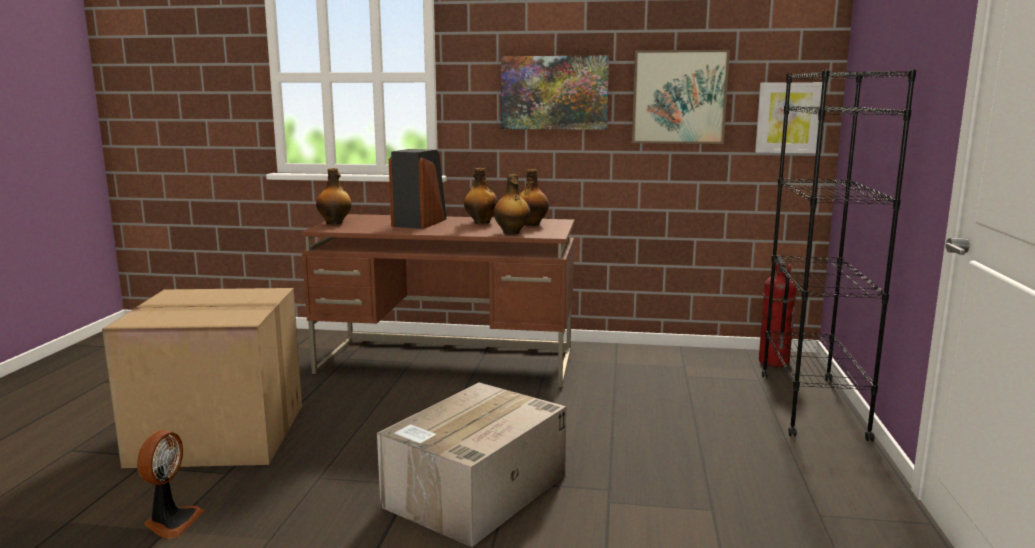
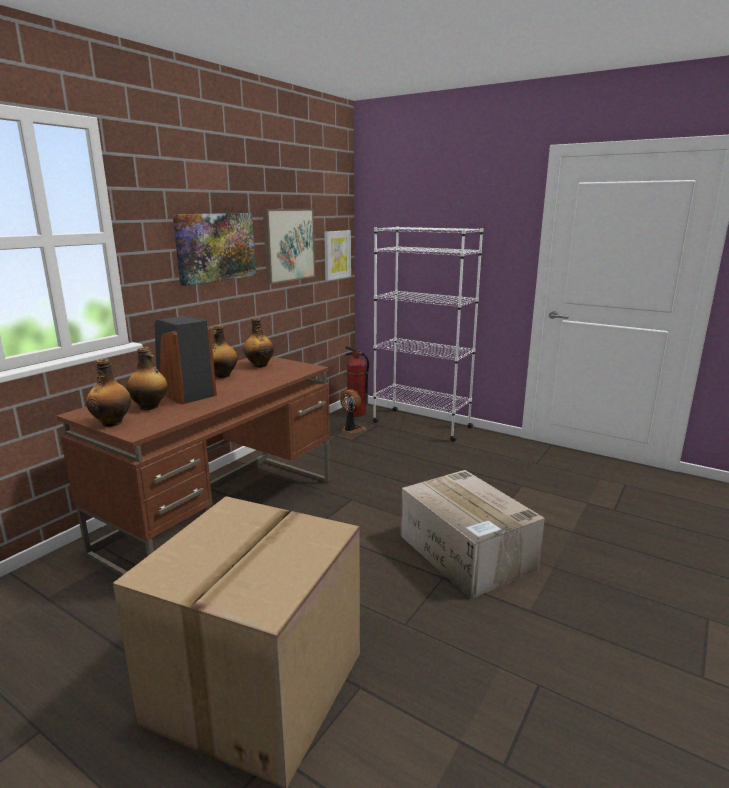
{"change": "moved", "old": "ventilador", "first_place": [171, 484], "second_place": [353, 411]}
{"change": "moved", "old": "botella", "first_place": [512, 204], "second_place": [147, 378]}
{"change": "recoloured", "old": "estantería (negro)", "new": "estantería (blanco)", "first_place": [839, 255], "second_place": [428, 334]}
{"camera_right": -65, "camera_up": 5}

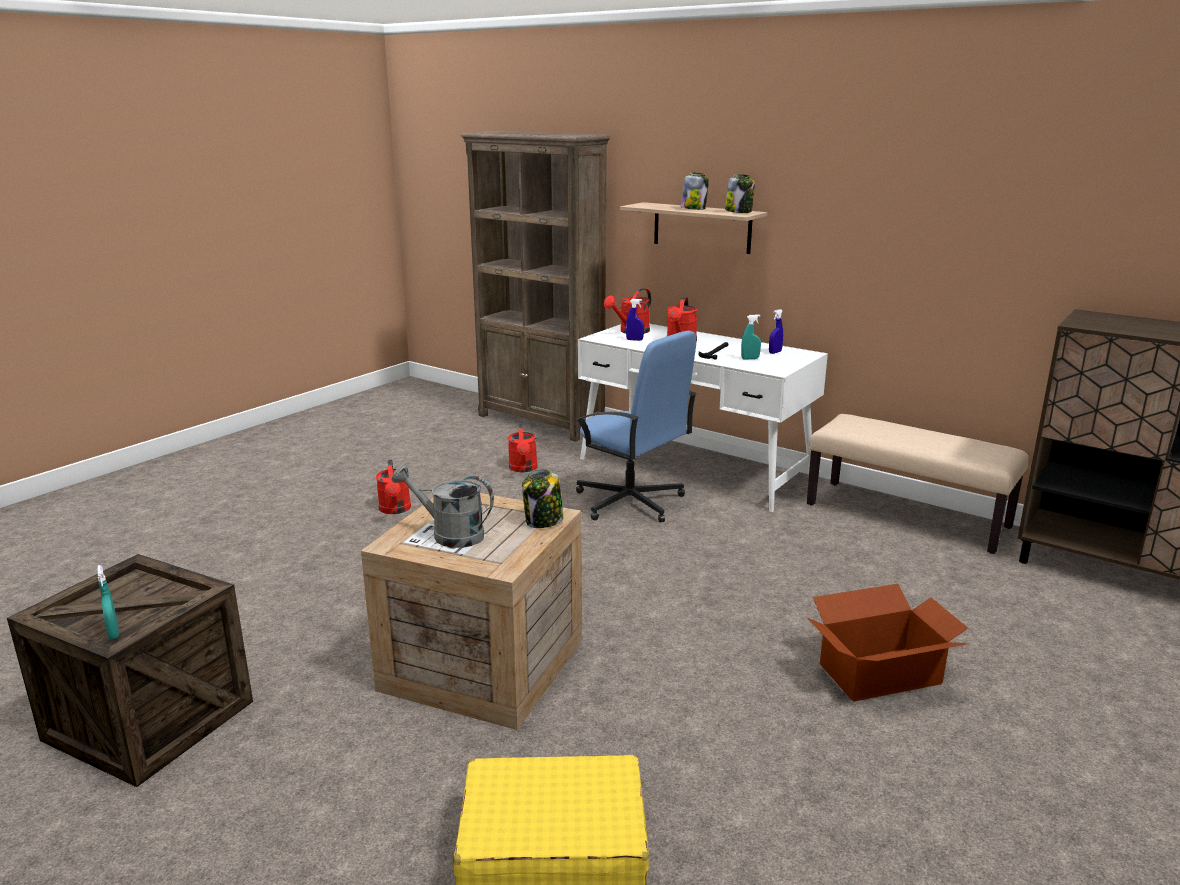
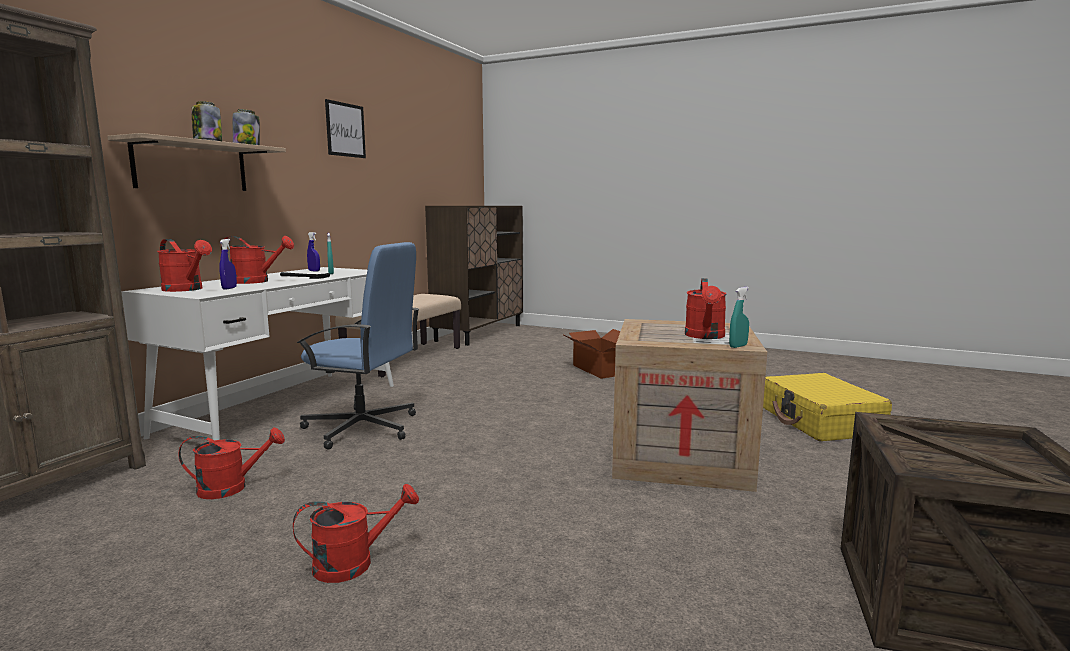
{"change": "moved", "old": "pulverizador (turquesa)", "first_place": [108, 602], "second_place": [739, 317]}
{"change": "recoloured", "old": "regadera (gris)", "new": "regadera (rojo)", "first_place": [443, 506], "second_place": [706, 308]}
{"change": "removed", "old": "tarro", "first_place": [543, 498]}
{"change": "turned", "old": "silla de oficina (azul)", "first_place": [636, 427], "second_place": [358, 346], "degrees": 75}
{"change": "added", "new": "cuadro", "second_place": [345, 128]}
{"camera_right": -100, "camera_up": -10}

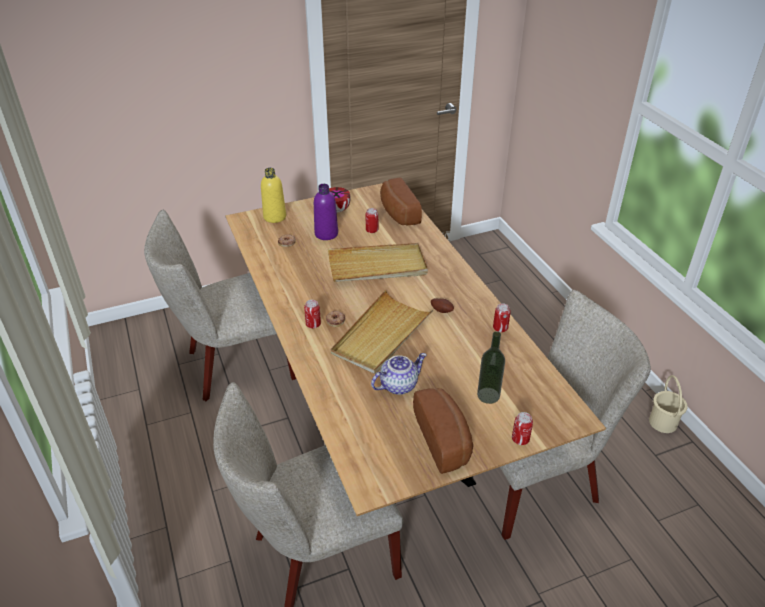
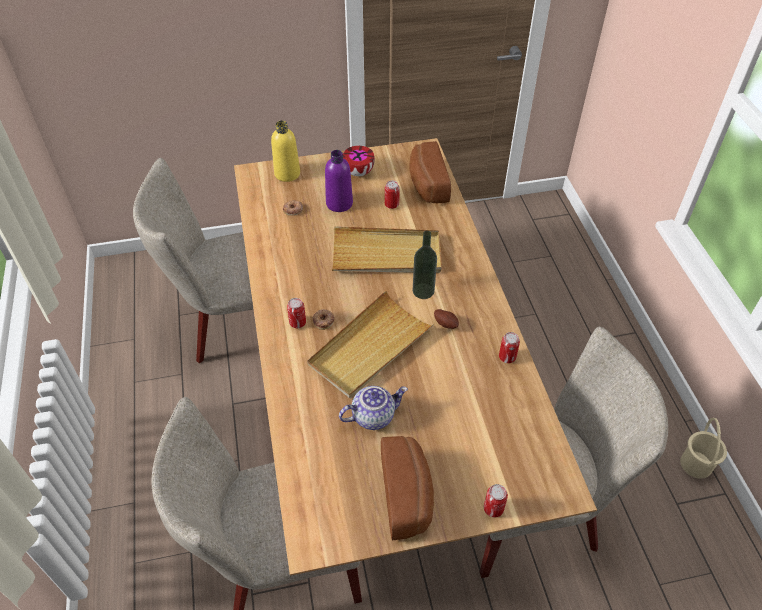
{"change": "moved", "old": "botella", "first_place": [491, 367], "second_place": [425, 265]}
{"camera_right": 10, "camera_up": 10}

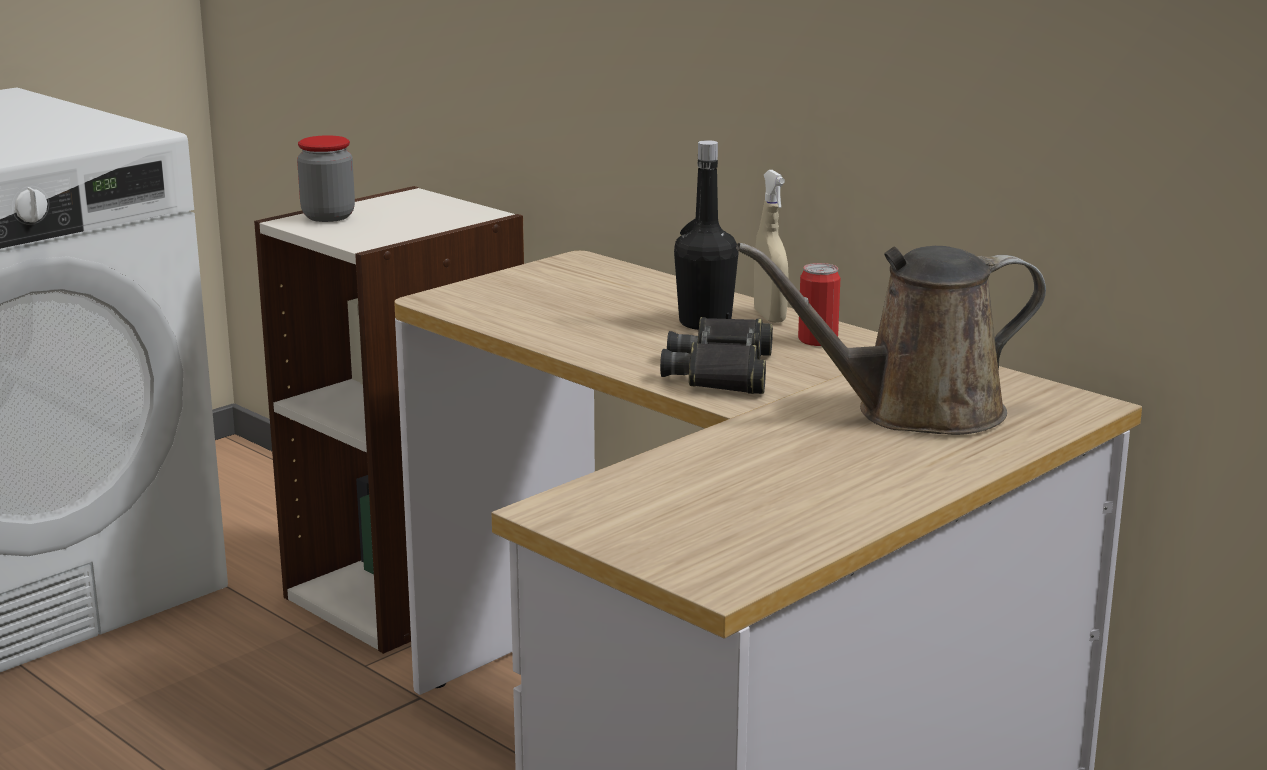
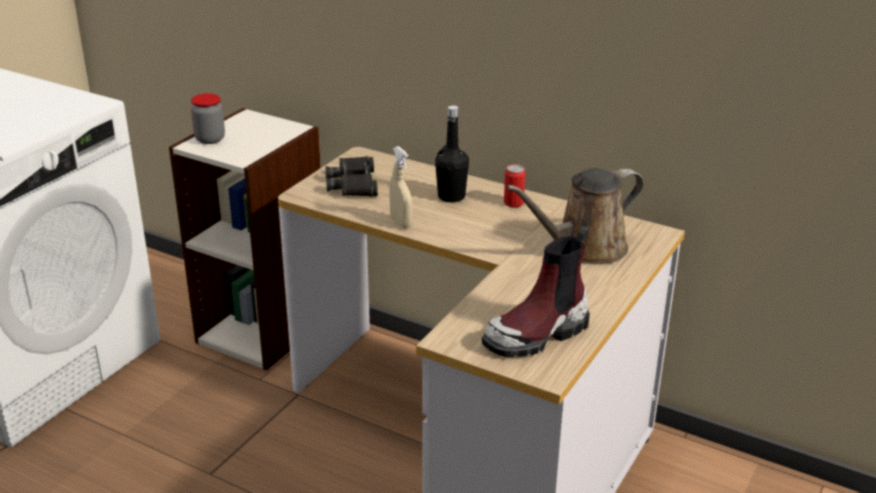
{"change": "moved", "old": "prismáticos (negro)", "first_place": [716, 355], "second_place": [351, 176]}
{"change": "moved", "old": "pulverizador (beis)", "first_place": [771, 246], "second_place": [400, 187]}
{"change": "added", "new": "bota", "second_place": [536, 291]}
{"camera_right": -15, "camera_up": 10}

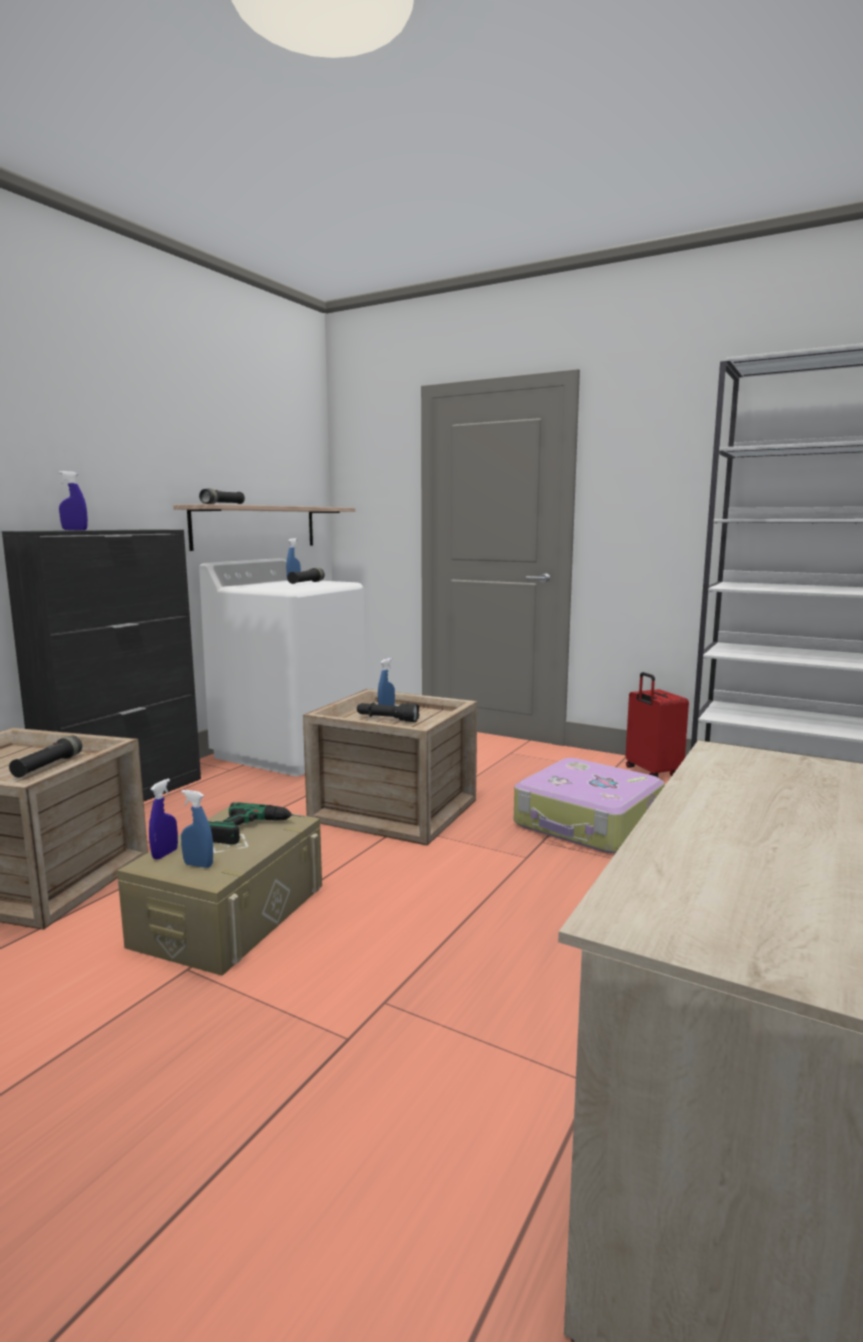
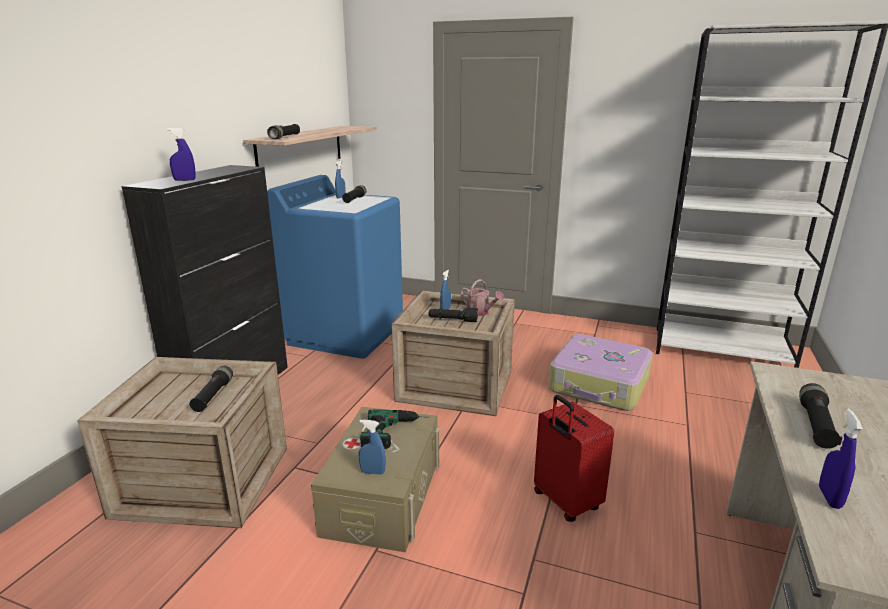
{"change": "moved", "old": "pulverizador (azul)", "first_place": [163, 819], "second_place": [841, 459]}
{"change": "recoloured", "old": "lavadora (blanco)", "new": "lavadora (azul)", "first_place": [282, 667], "second_place": [335, 267]}
{"change": "moved", "old": "maleta (rojo)", "first_place": [657, 724], "second_place": [574, 458]}
{"change": "added", "new": "regadera", "second_place": [483, 297]}
{"change": "added", "new": "linterna (negro)", "second_place": [820, 416]}
{"camera_right": -10, "camera_up": 10}

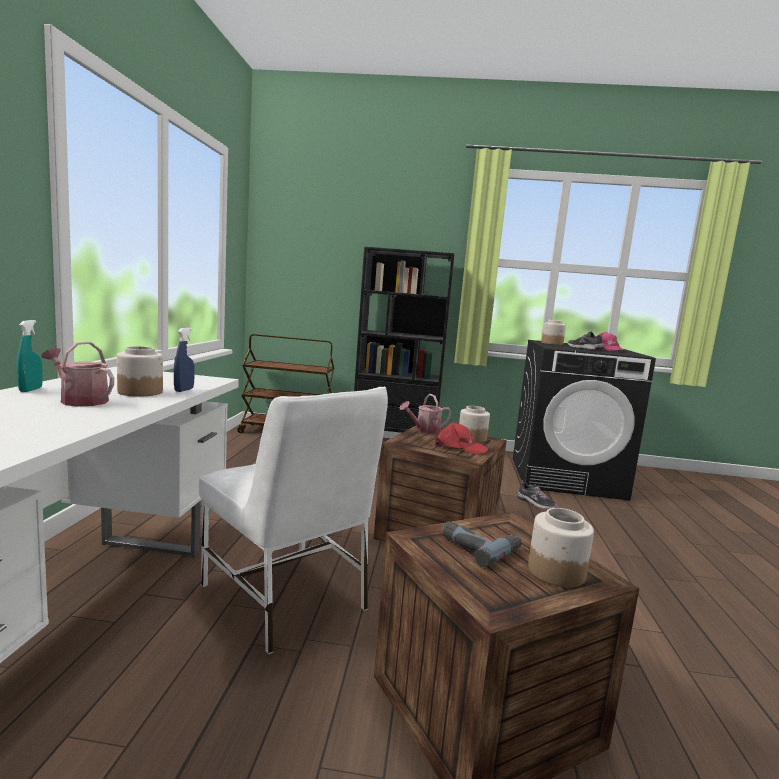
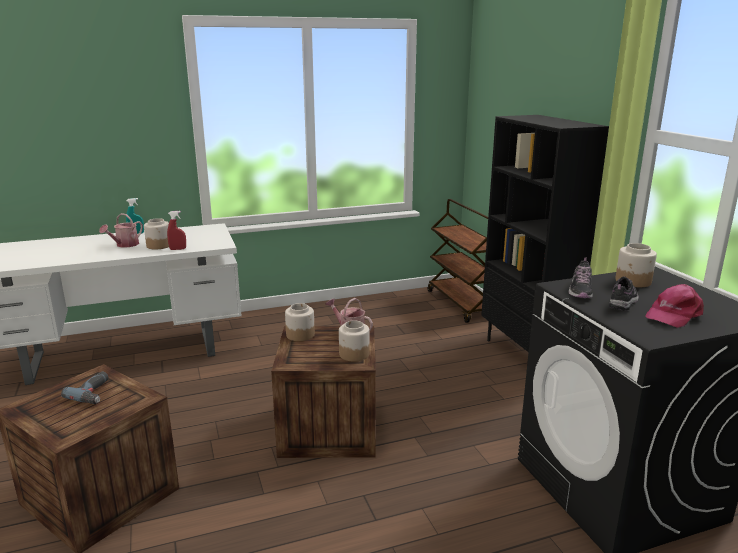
{"change": "turned", "old": "regadera", "first_place": [78, 374], "second_place": [121, 230], "degrees": -150}
{"change": "recoloured", "old": "pulverizador (azul)", "new": "pulverizador (rojo)", "first_place": [184, 359], "second_place": [176, 230]}
{"change": "removed", "old": "silla (blanco)", "first_place": [293, 520]}
{"change": "removed", "old": "gorra (rojo)", "first_place": [461, 438]}
{"change": "moved", "old": "zapato", "first_place": [537, 494], "second_place": [581, 277]}
{"change": "moved", "old": "tarro", "first_place": [561, 547], "second_place": [300, 322]}
{"camera_right": 65, "camera_up": 10}

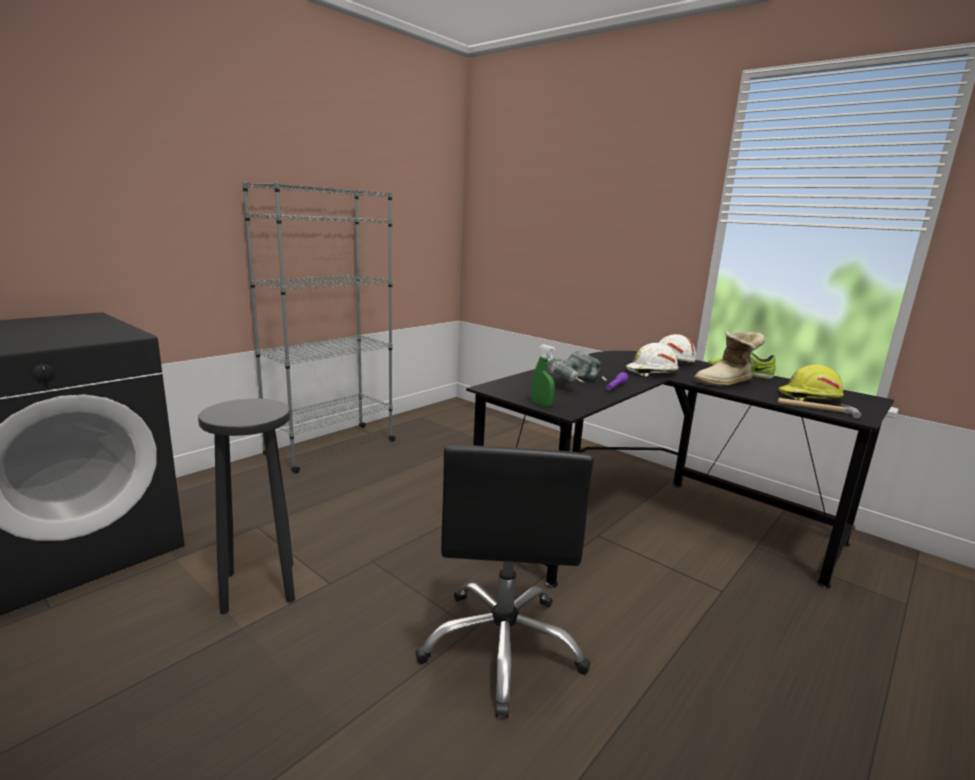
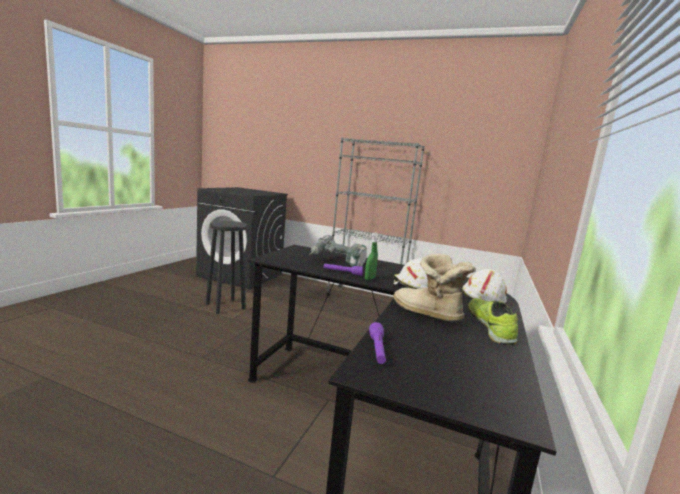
{"change": "removed", "old": "silla de oficina (negro)", "first_place": [504, 581]}
{"change": "moved", "old": "pulverizador (verde)", "first_place": [543, 375], "second_place": [372, 256]}
{"change": "removed", "old": "casco (amarillo)", "first_place": [811, 383]}
{"change": "replaced", "old": "martillo", "new": "linterna (morado)", "first_place": [819, 408], "second_place": [377, 343]}
{"camera_right": 70, "camera_up": -5}

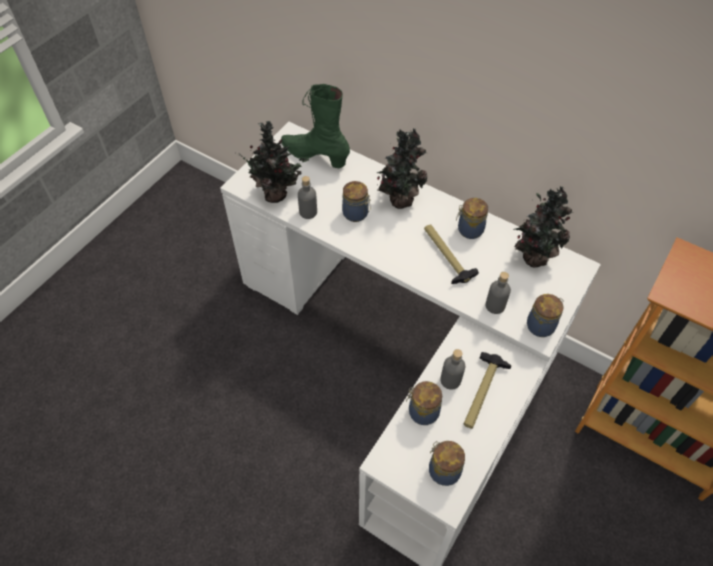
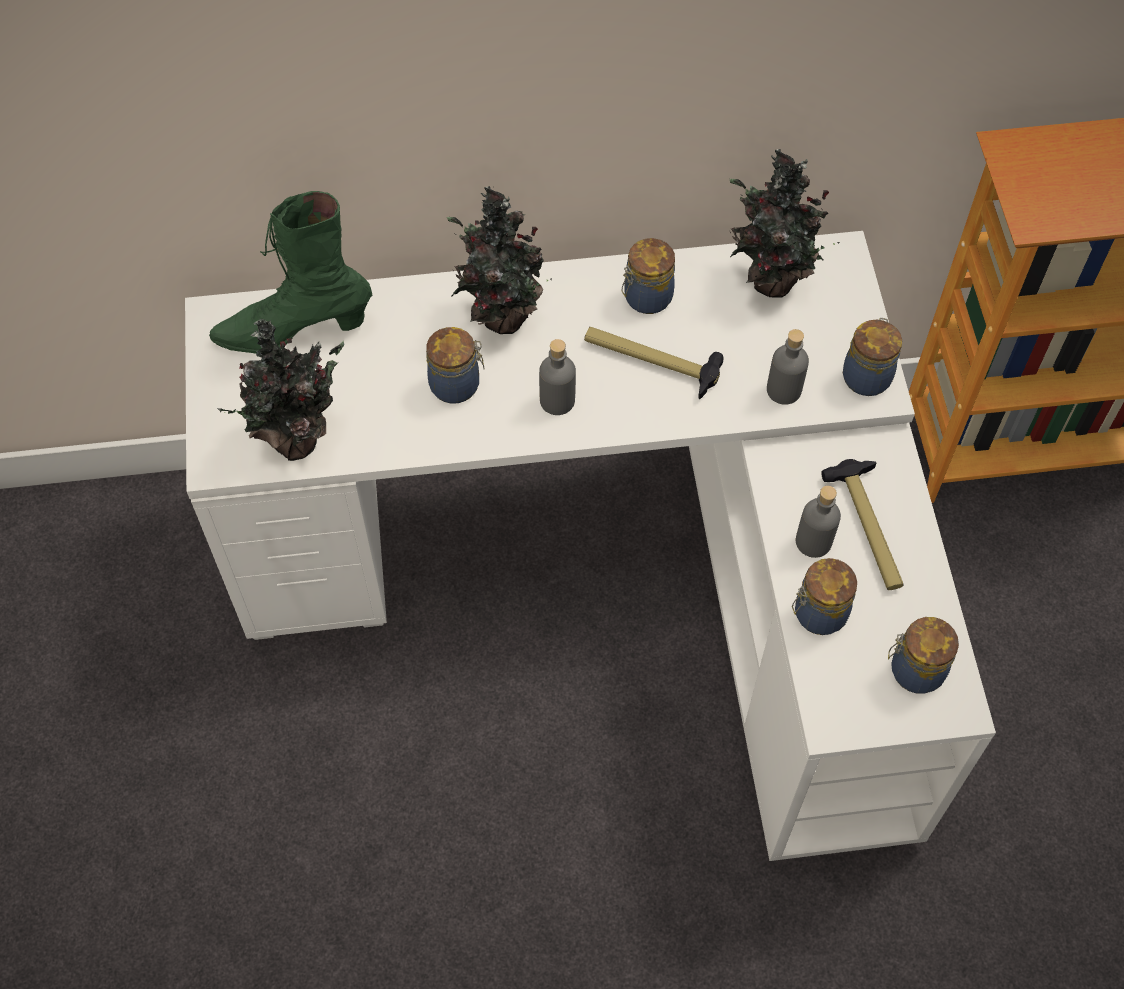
{"change": "moved", "old": "botella (gris)", "first_place": [307, 197], "second_place": [557, 377]}
{"camera_right": -40, "camera_up": 5}

